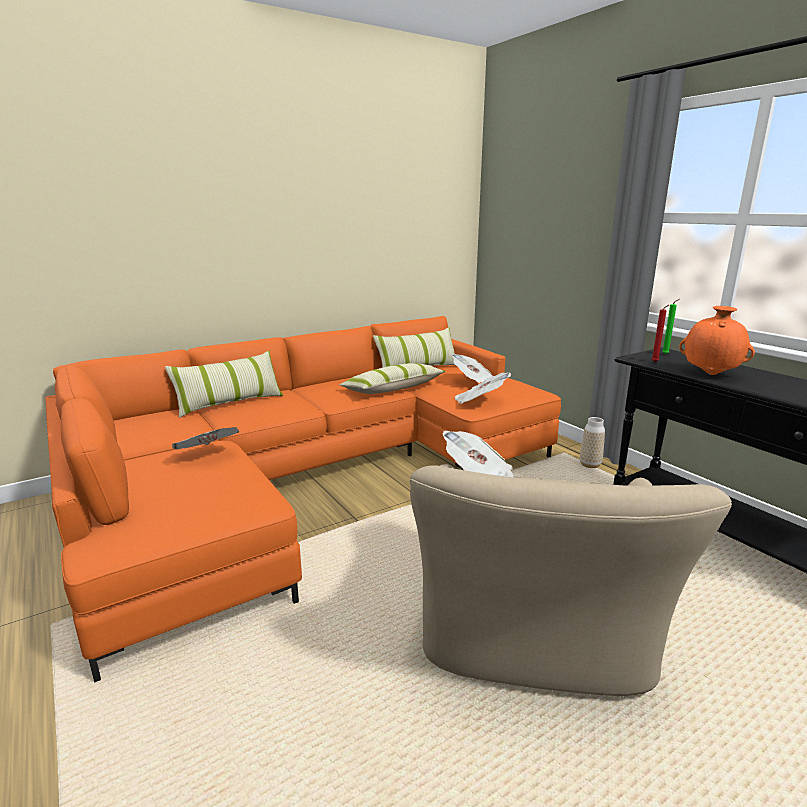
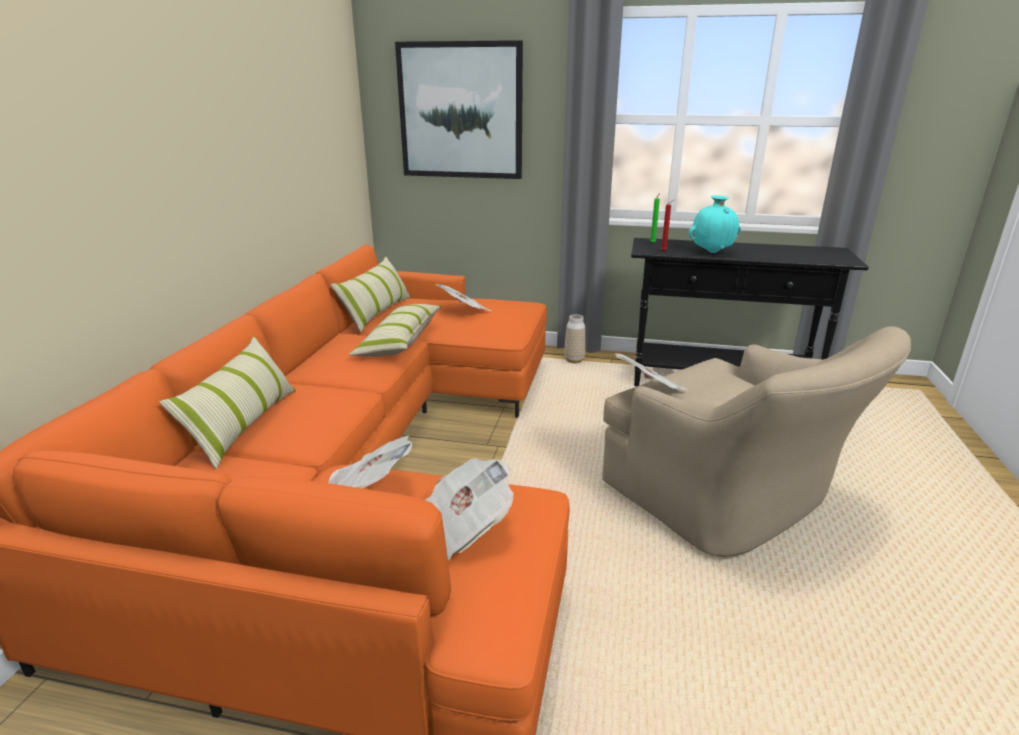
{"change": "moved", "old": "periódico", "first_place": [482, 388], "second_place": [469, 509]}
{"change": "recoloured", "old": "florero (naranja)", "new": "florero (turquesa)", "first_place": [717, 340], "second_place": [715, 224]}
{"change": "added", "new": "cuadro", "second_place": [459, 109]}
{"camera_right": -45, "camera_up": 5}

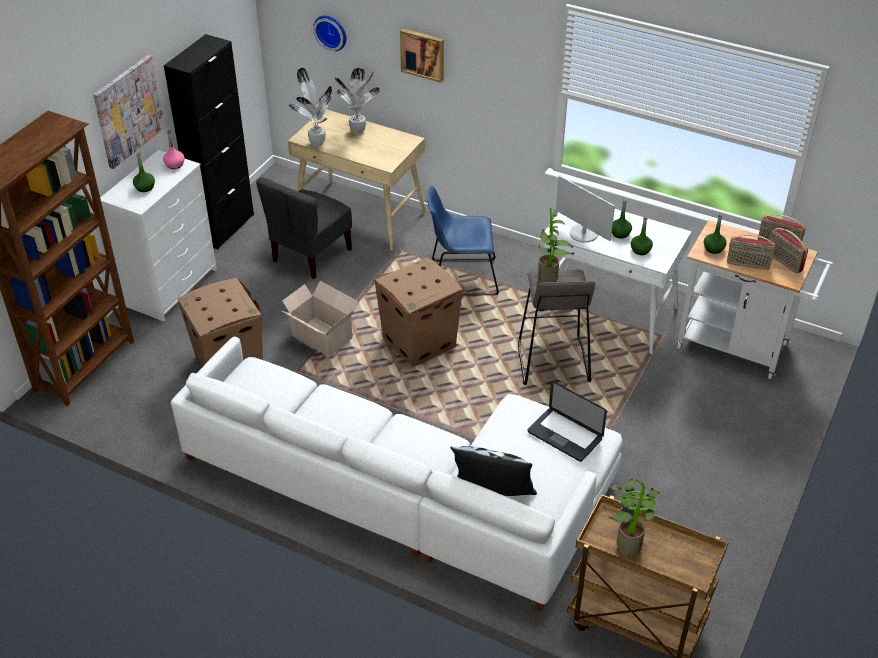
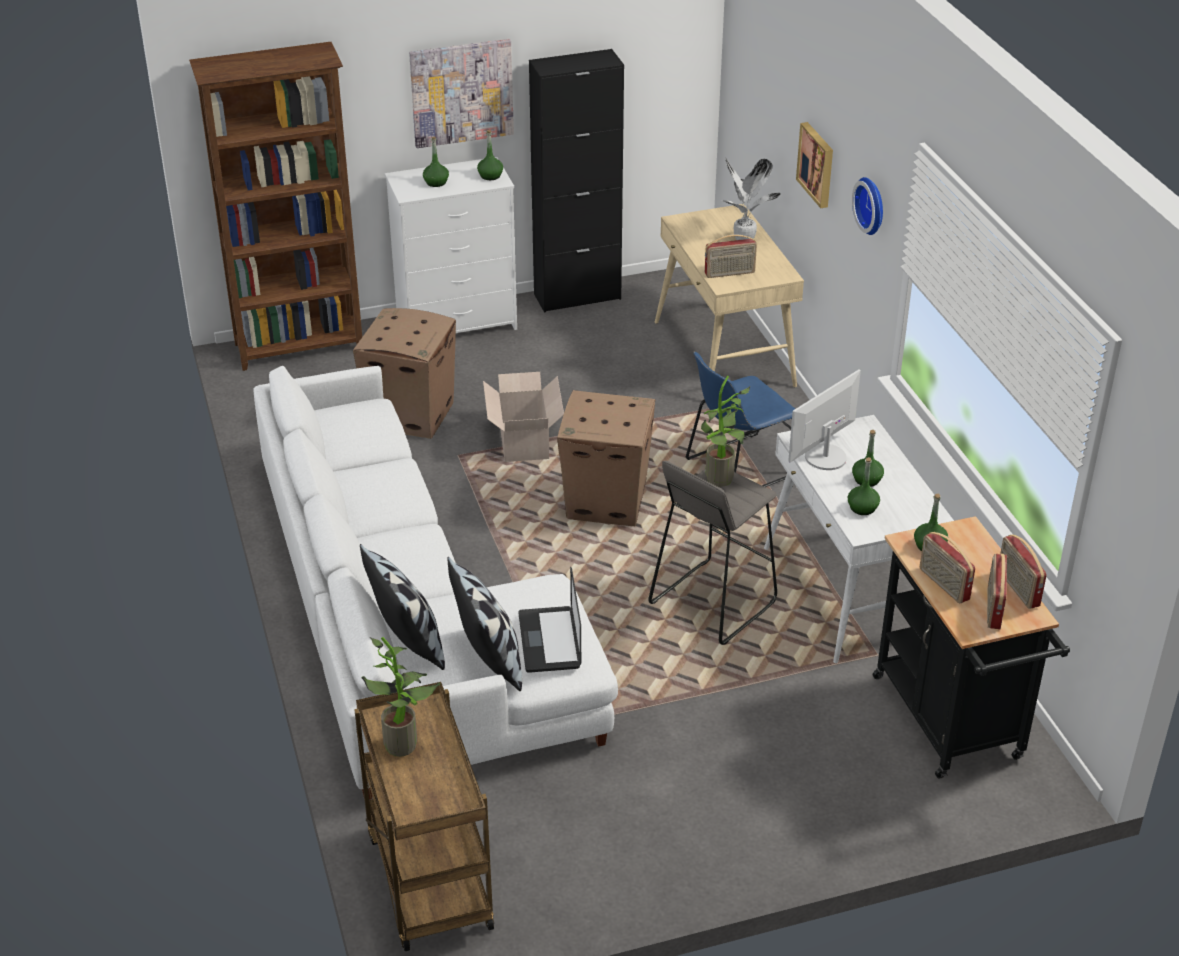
{"change": "recoloured", "old": "botella (rosa)", "new": "botella (verde)", "first_place": [174, 149], "second_place": [490, 155]}
{"change": "removed", "old": "silla (gris)", "first_place": [304, 228]}
{"change": "removed", "old": "planta en maceta", "first_place": [310, 107]}
{"change": "moved", "old": "reloj de pared", "first_place": [329, 33], "second_place": [867, 206]}
{"change": "turned", "old": "silla (azul)", "first_place": [463, 240], "second_place": [740, 419], "degrees": -75}
{"change": "turned", "old": "monitor", "first_place": [585, 209], "second_place": [824, 420], "degrees": 45}
{"change": "recoloured", "old": "carrito (blanco)", "new": "carrito (negro)", "first_place": [755, 299], "second_place": [971, 647]}
{"change": "added", "new": "cojín", "second_place": [484, 623]}
{"change": "added", "new": "radio", "second_place": [731, 256]}
{"camera_right": 45, "camera_up": -5}

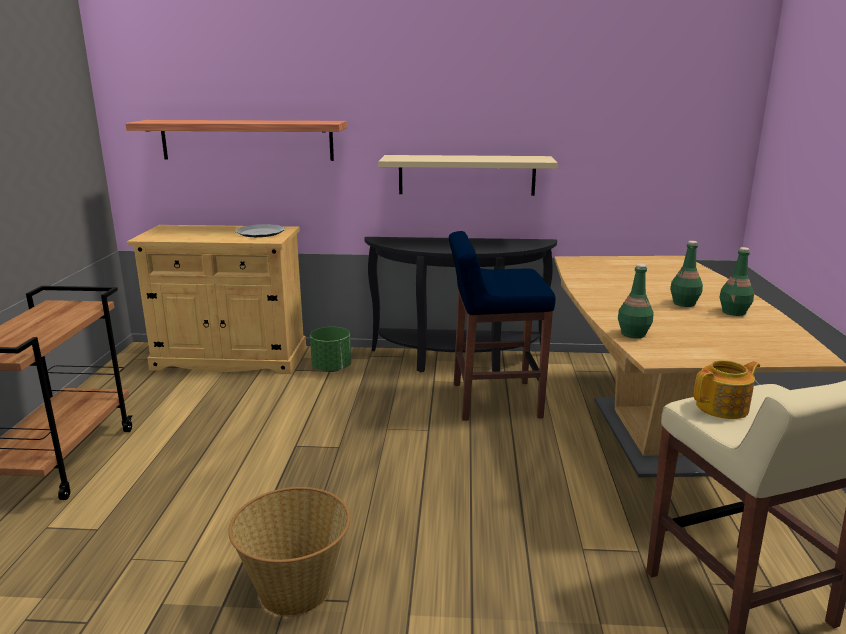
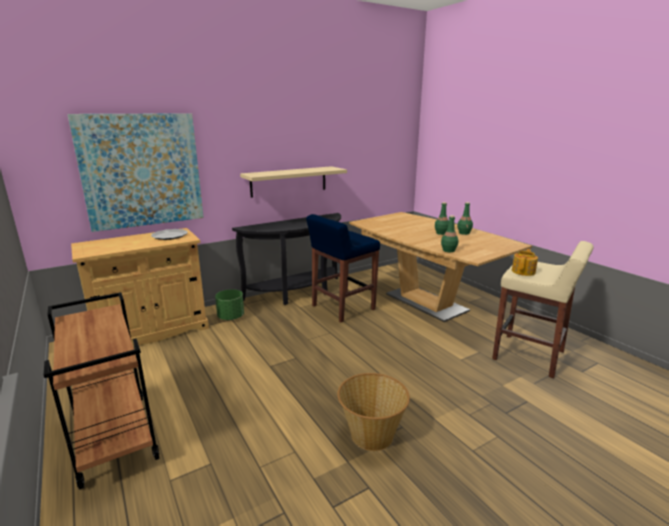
{"change": "replaced", "old": "estante", "new": "cuadro", "first_place": [236, 140], "second_place": [135, 172]}
{"camera_right": -35, "camera_up": 0}

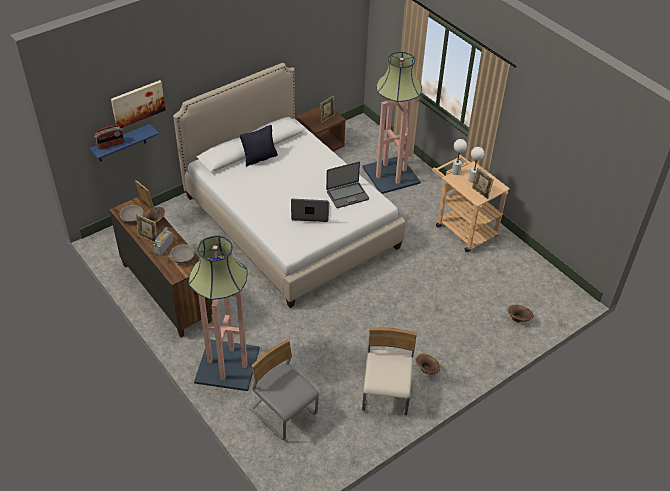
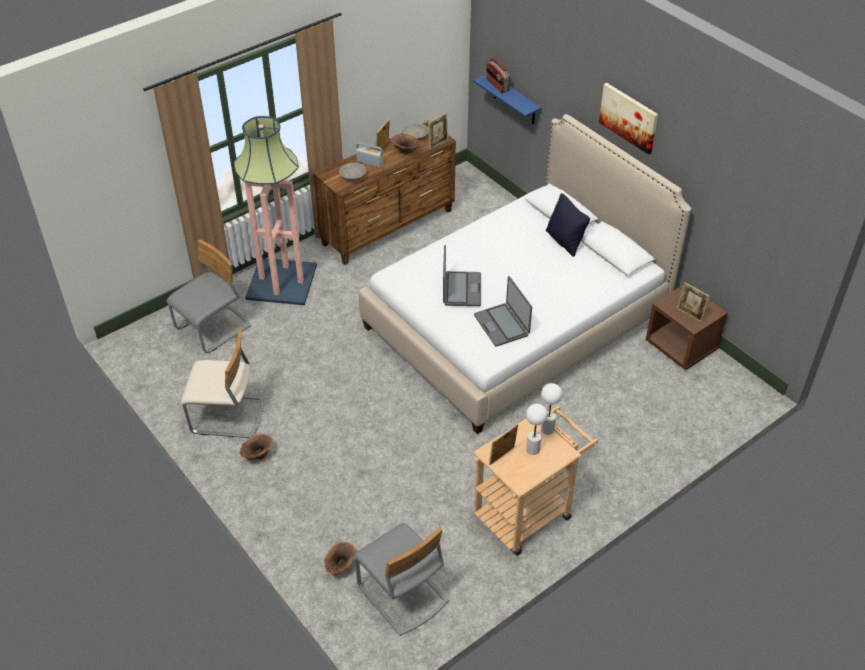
{"change": "moved", "old": "cuadro", "first_place": [138, 104], "second_place": [628, 119]}
{"change": "removed", "old": "lámpara de pie", "first_place": [392, 123]}
{"change": "added", "new": "silla (gris)", "second_place": [401, 579]}
{"camera_right": 90, "camera_up": 0}

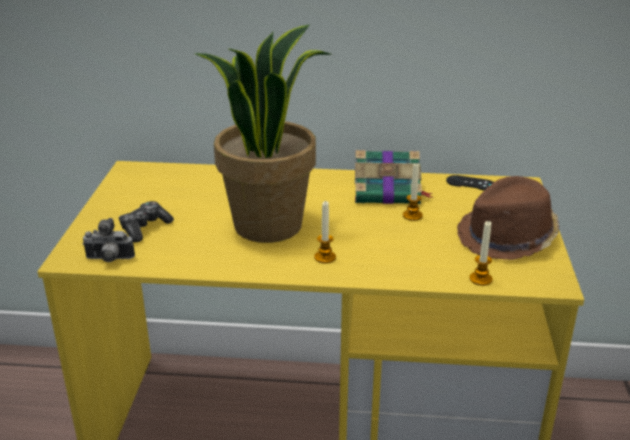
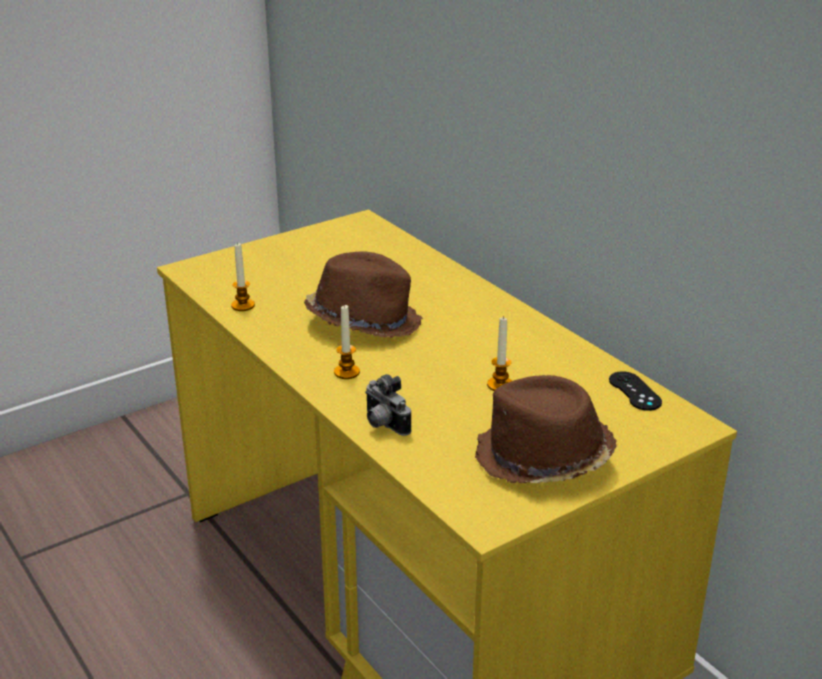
{"change": "moved", "old": "cámara", "first_place": [108, 240], "second_place": [388, 405]}
{"change": "removed", "old": "mando de consola", "first_place": [146, 221]}
{"change": "replaced", "old": "planta en maceta", "new": "sombrero (marrón)", "first_place": [262, 134], "second_place": [363, 294]}
{"change": "removed", "old": "libro", "first_place": [394, 177]}
{"change": "moved", "old": "vela", "first_place": [481, 253], "second_place": [243, 276]}
{"camera_right": 50, "camera_up": 0}

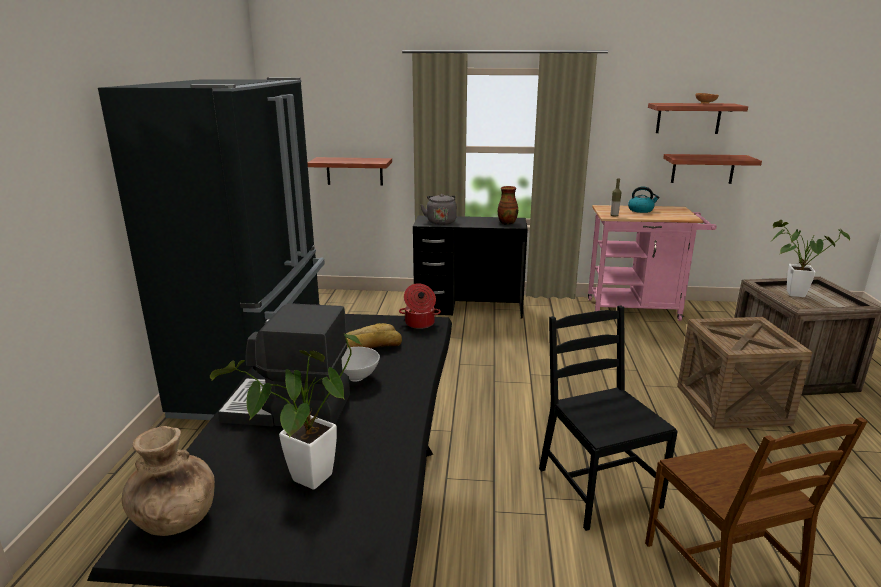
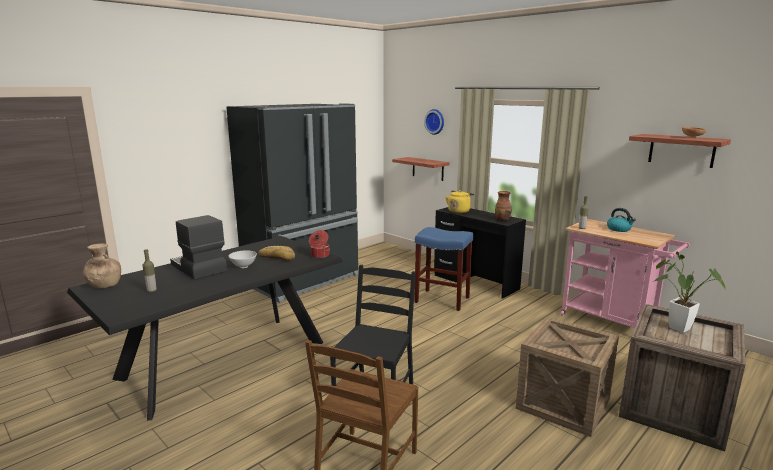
{"change": "replaced", "old": "planta en maceta", "new": "botella", "first_place": [286, 410], "second_place": [149, 270]}
{"change": "recoloured", "old": "hervidor (gris)", "new": "hervidor (amarillo)", "first_place": [439, 209], "second_place": [459, 201]}
{"change": "removed", "old": "estante", "first_place": [712, 169]}
{"change": "added", "new": "taburete (azul)", "second_place": [444, 269]}
{"change": "added", "new": "reloj de pared", "second_place": [434, 122]}
{"camera_right": 40, "camera_up": -5}

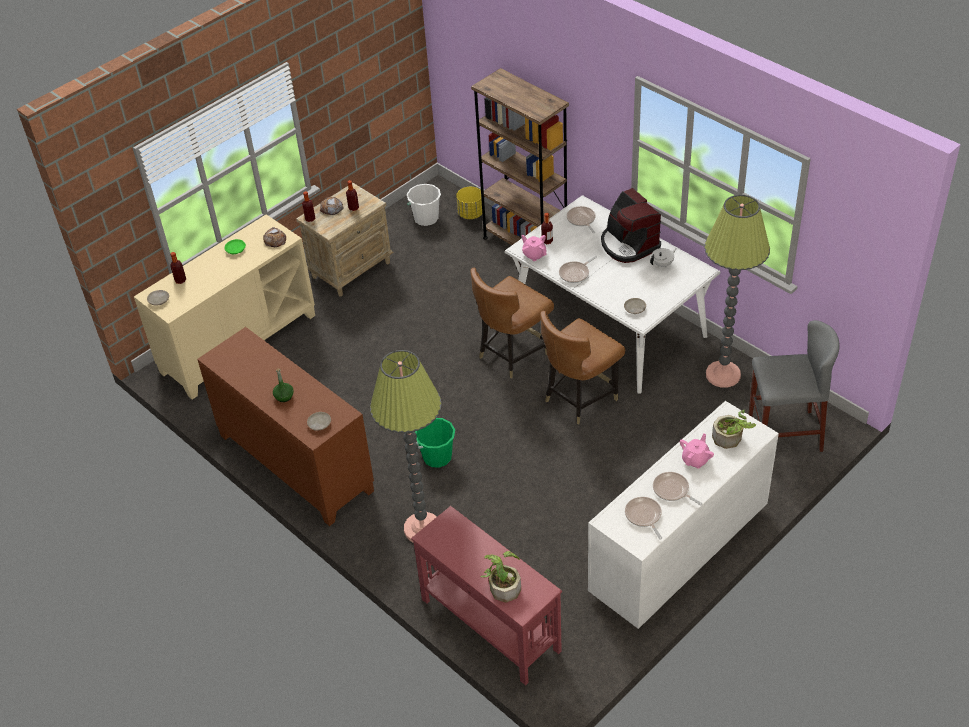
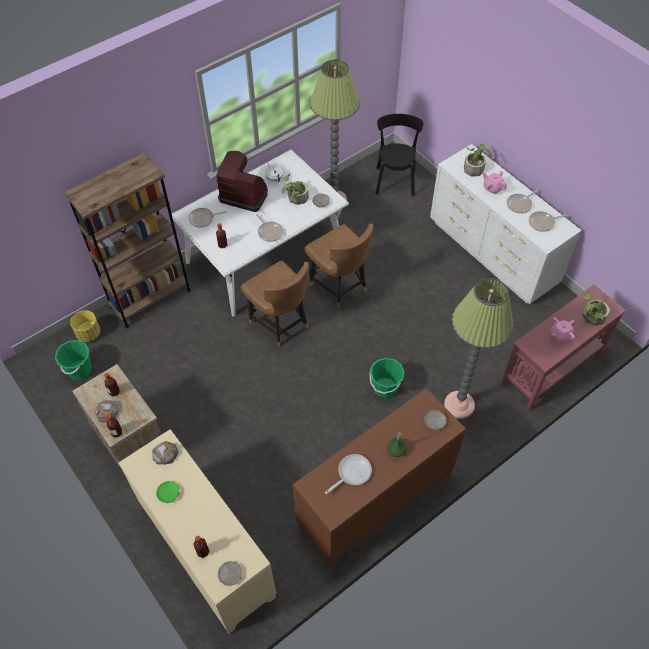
{"change": "recoloured", "old": "cubo (blanco)", "new": "cubo (verde)", "first_place": [424, 205], "second_place": [73, 360]}
{"change": "moved", "old": "tetera (rosa)", "first_place": [534, 248], "second_place": [562, 330]}
{"change": "turned", "old": "cafetera", "first_place": [631, 225], "second_place": [242, 181], "degrees": -135}
{"change": "replaced", "old": "taburete (gris)", "new": "silla (negro)", "first_place": [794, 386], "second_place": [399, 155]}
{"change": "added", "new": "planta en maceta", "second_place": [295, 189]}
{"change": "added", "new": "sartén", "second_place": [348, 474]}
{"camera_right": -85, "camera_up": 10}

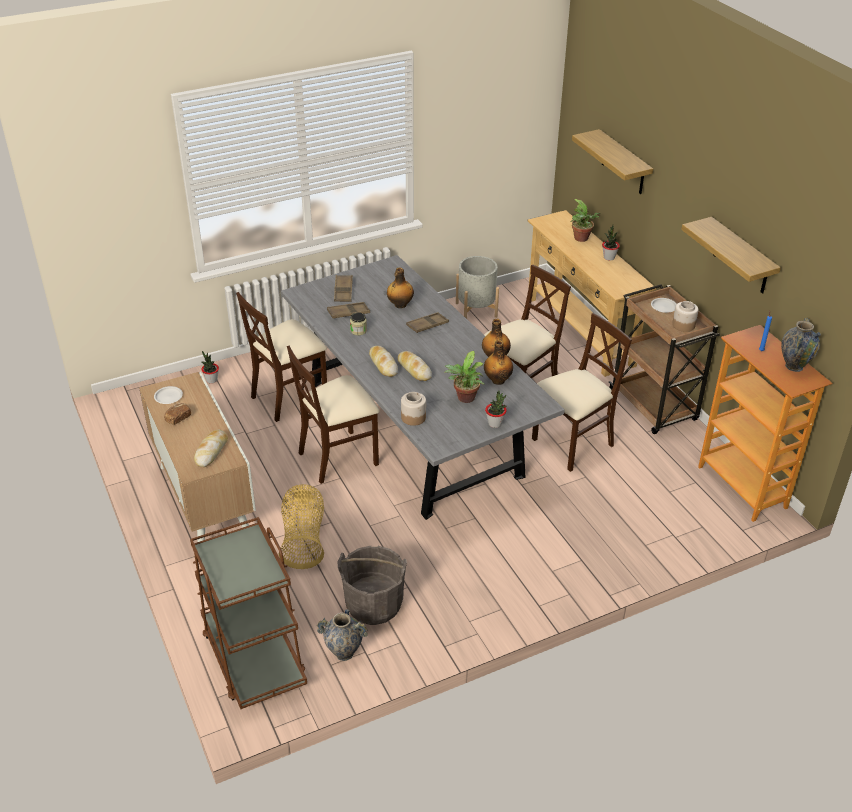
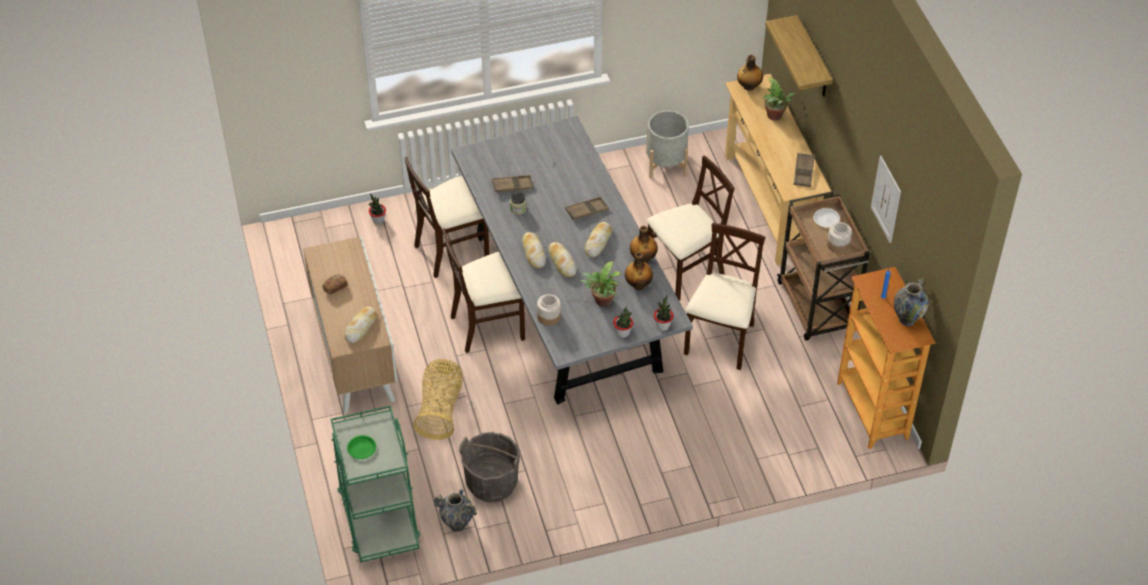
{"change": "removed", "old": "plato (blanco)", "first_place": [168, 395]}
{"change": "recoloured", "old": "carrito (marrón)", "new": "carrito (verde)", "first_place": [248, 613], "second_place": [375, 484]}
{"change": "moved", "old": "bandeja (marrón)", "first_place": [343, 288], "second_place": [804, 170]}
{"change": "moved", "old": "botella", "first_place": [400, 287], "second_place": [750, 73]}
{"change": "turned", "old": "silla (beis)", "first_place": [582, 392], "second_place": [724, 296], "degrees": -45}
{"change": "moved", "old": "planta en maceta", "first_place": [611, 243], "second_place": [664, 313]}
{"change": "replaced", "old": "estante", "new": "cuadro", "first_place": [731, 255], "second_place": [886, 199]}
{"change": "added", "new": "plato (verde)", "second_place": [361, 447]}
{"change": "added", "new": "pan", "second_place": [598, 239]}
{"camera_right": 10, "camera_up": 10}

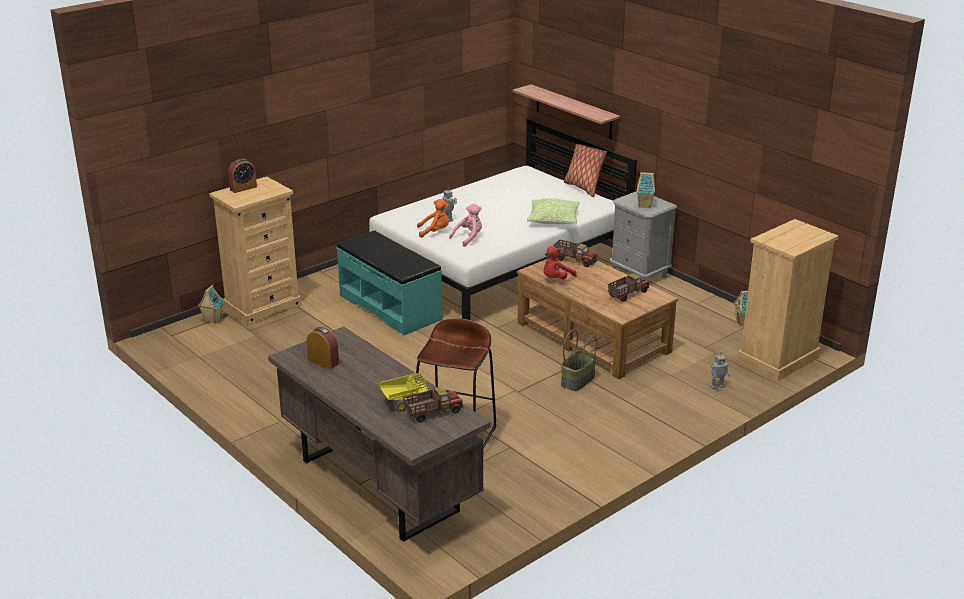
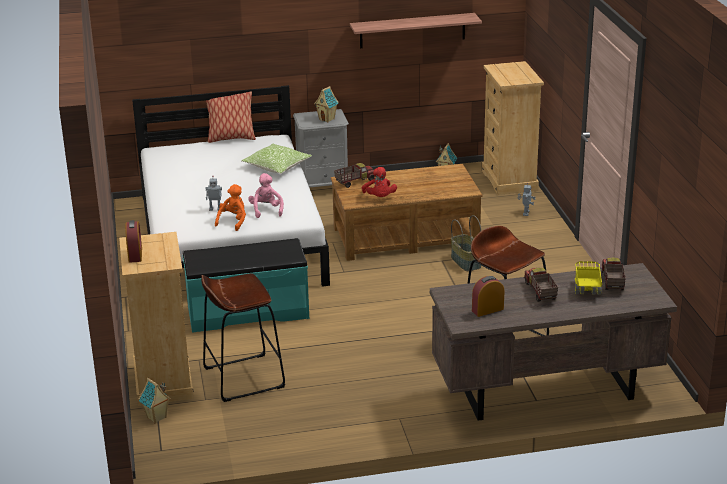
{"change": "moved", "old": "estante", "first_place": [566, 111], "second_place": [416, 30]}
{"change": "moved", "old": "camión de juguete", "first_place": [628, 288], "second_place": [541, 285]}
{"change": "added", "new": "taburete (marrón)", "second_place": [243, 337]}
{"camera_right": -60, "camera_up": 0}

